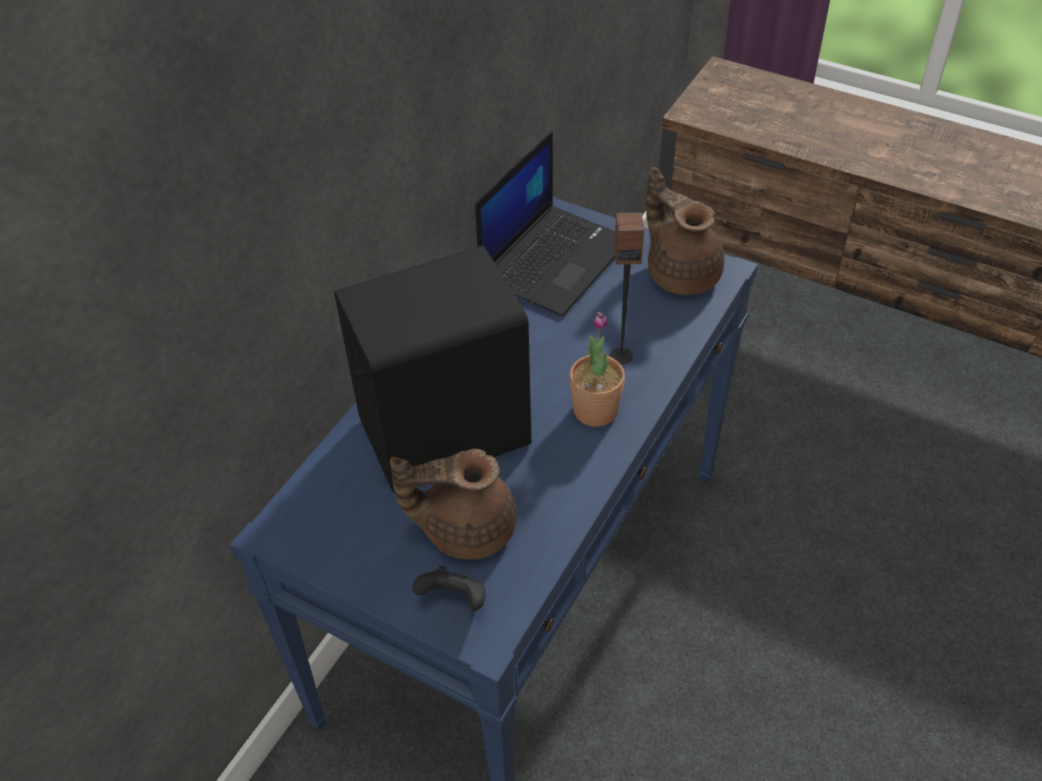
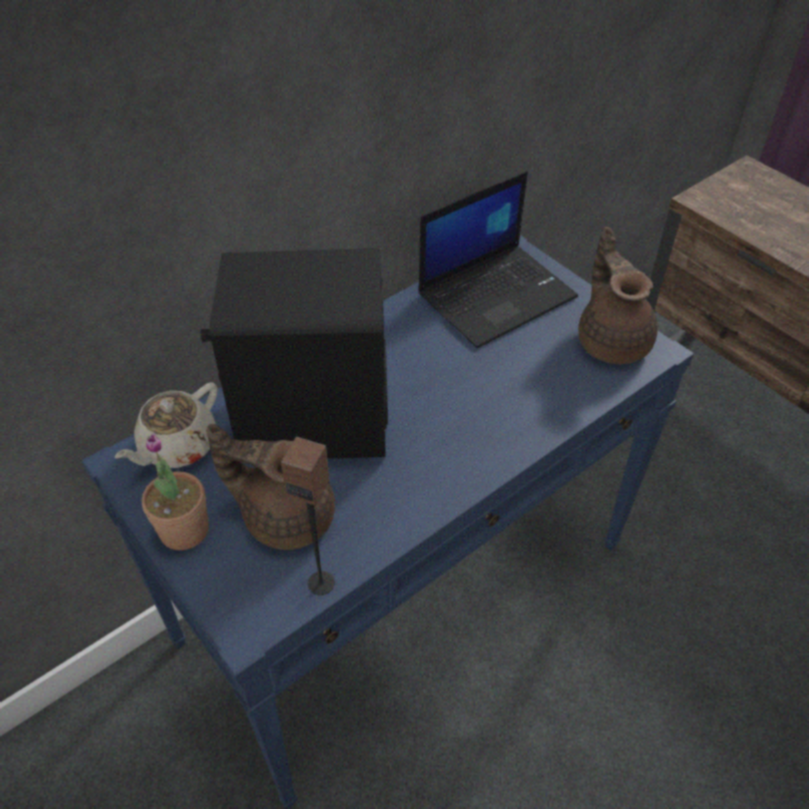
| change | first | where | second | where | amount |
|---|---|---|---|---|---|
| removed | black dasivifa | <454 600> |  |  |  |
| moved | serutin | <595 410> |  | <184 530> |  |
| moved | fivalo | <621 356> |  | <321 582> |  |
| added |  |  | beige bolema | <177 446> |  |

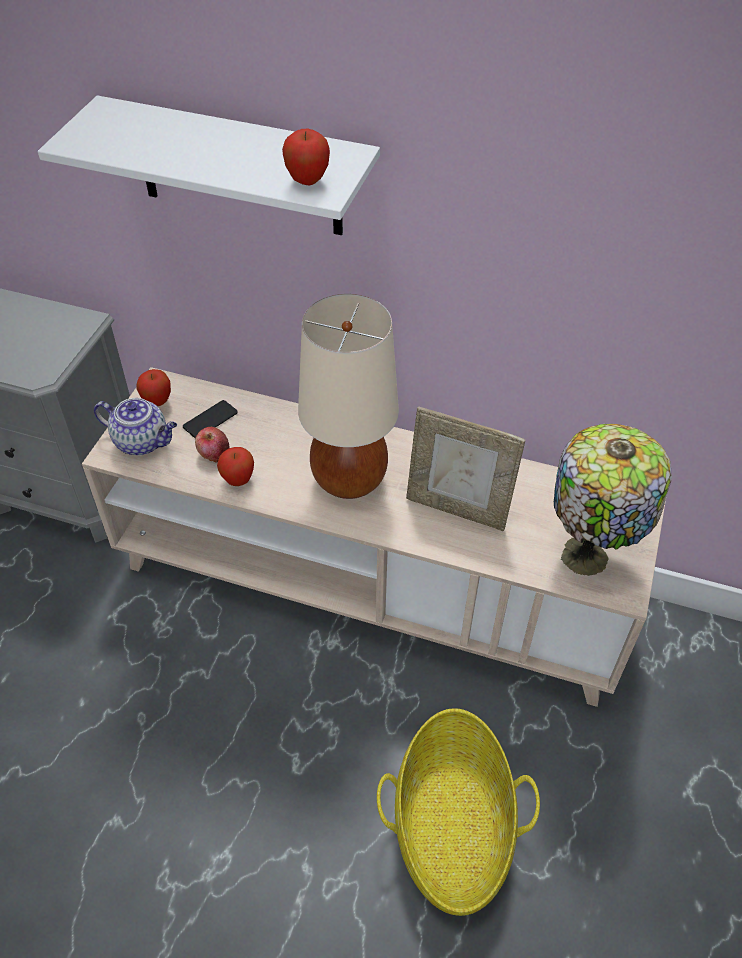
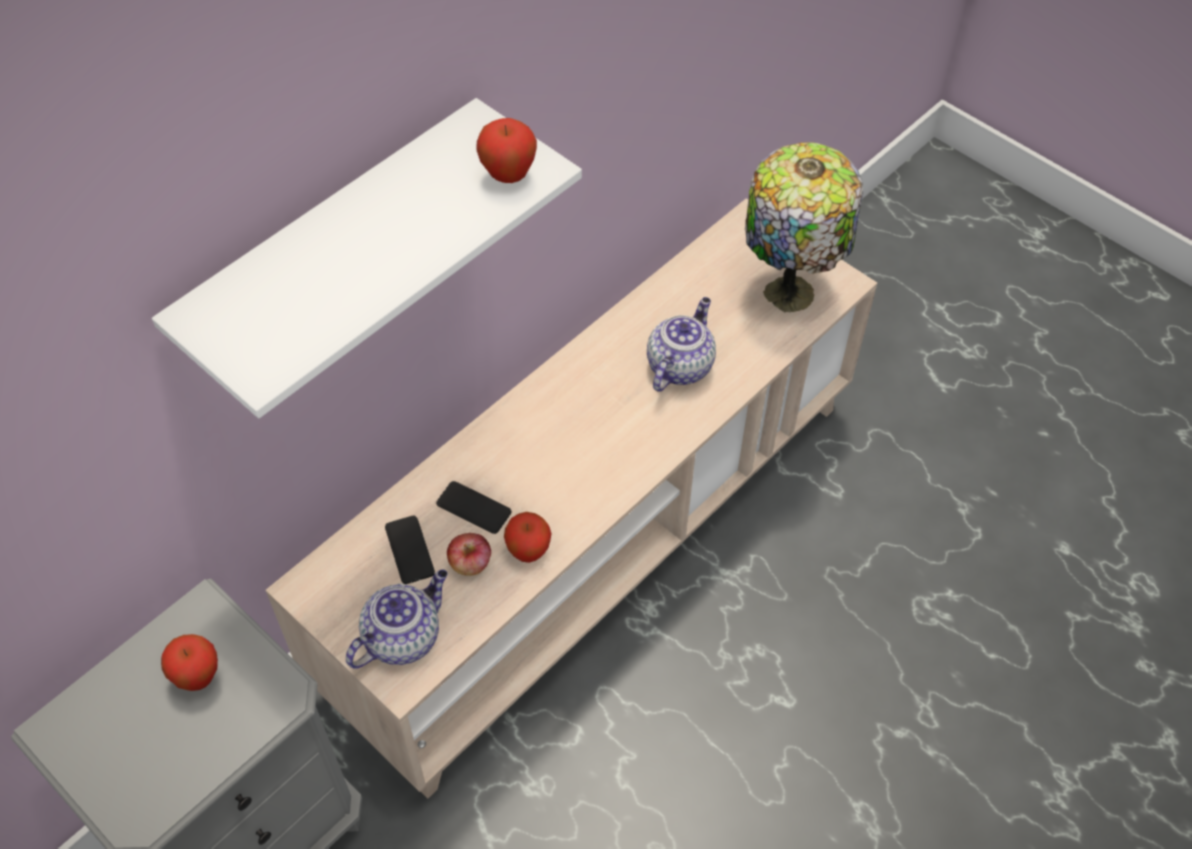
| change | first | where | second | where | amount |
|---|---|---|---|---|---|
| moved | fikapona | <157 402> |  | <198 677> |  |
| removed | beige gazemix | <348 480> |  |  |  |
| removed | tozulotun | <452 826> |  |  |  |
| replaced | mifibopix | <457 508> | bolema | <679 365> |  |
| added |  |  | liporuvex | <473 508> |  |

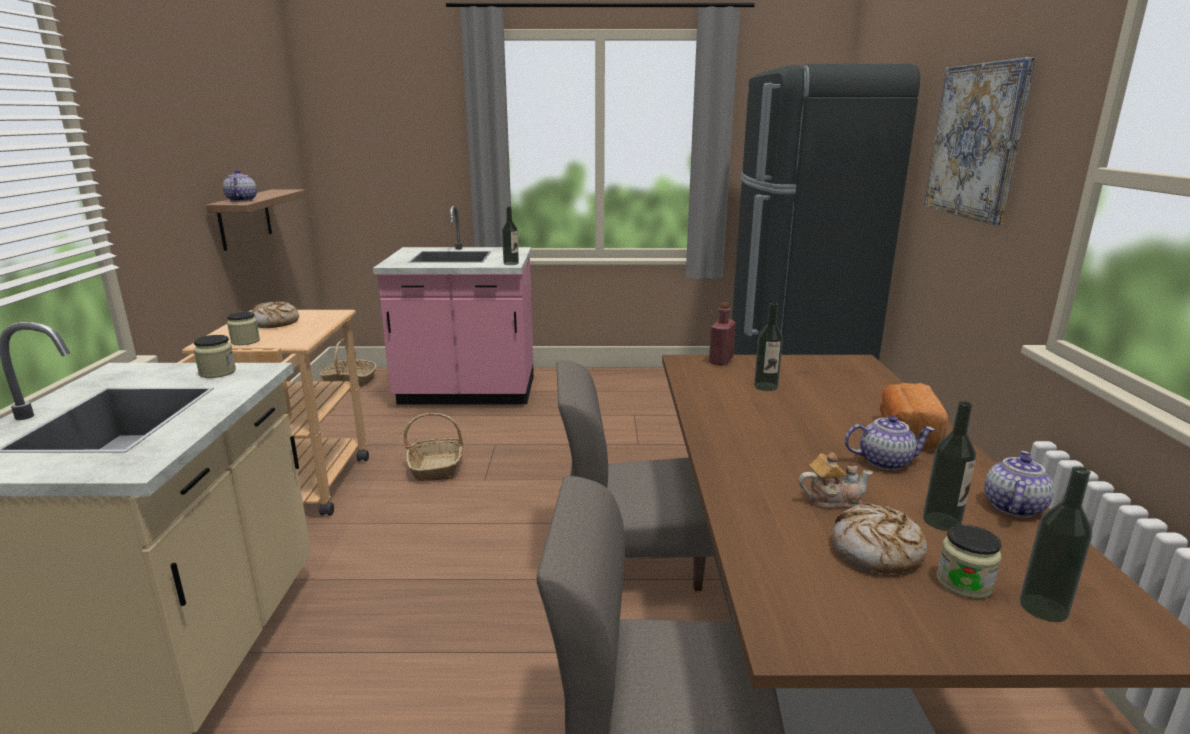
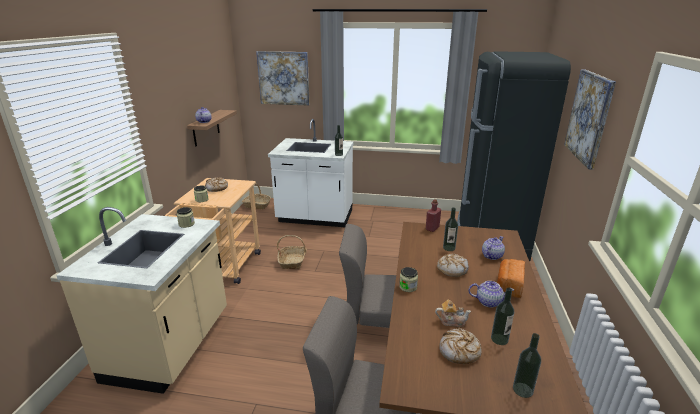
| change | first | where | second | where | amount |
|---|---|---|---|---|---|
| recoloured | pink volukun | <467 392> | white volukun | <315 217> |  |
| moved | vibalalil | <964 583> |  | <408 287> |  |
| moved | bolema | <1012 506> |  | <491 256> |  |
| added |  |  | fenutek | <283 78> |  |
| added |  |  | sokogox | <452 269> |  |

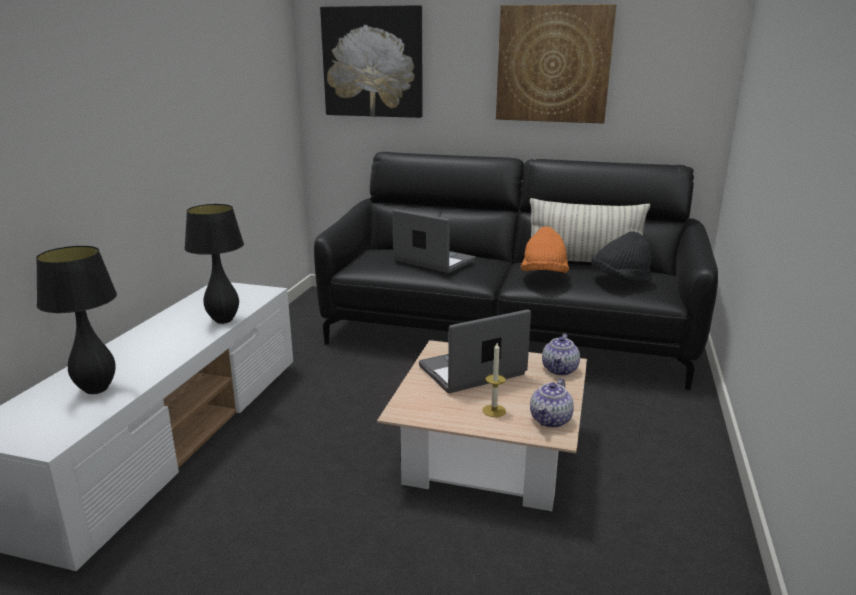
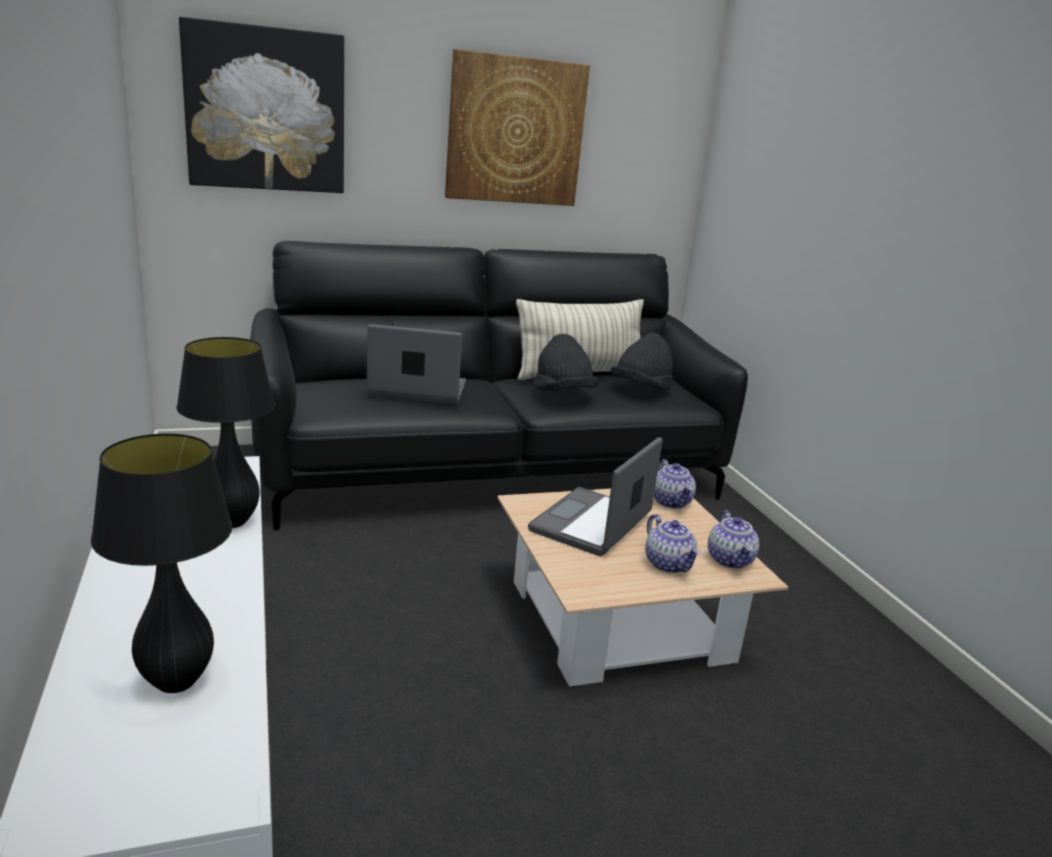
| change | first | where | second | where | amount |
|---|---|---|---|---|---|
| replaced | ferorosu | <494 411> | bolema | <669 564> |  |
| recoloured | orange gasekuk | <543 276> | black gasekuk | <563 394> |  |

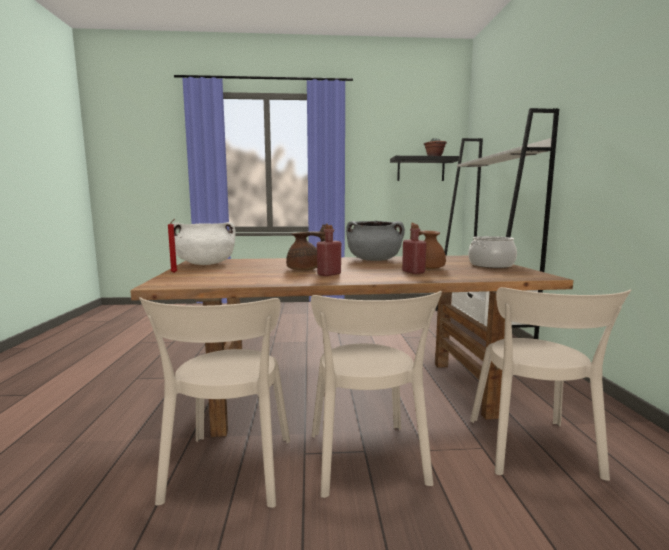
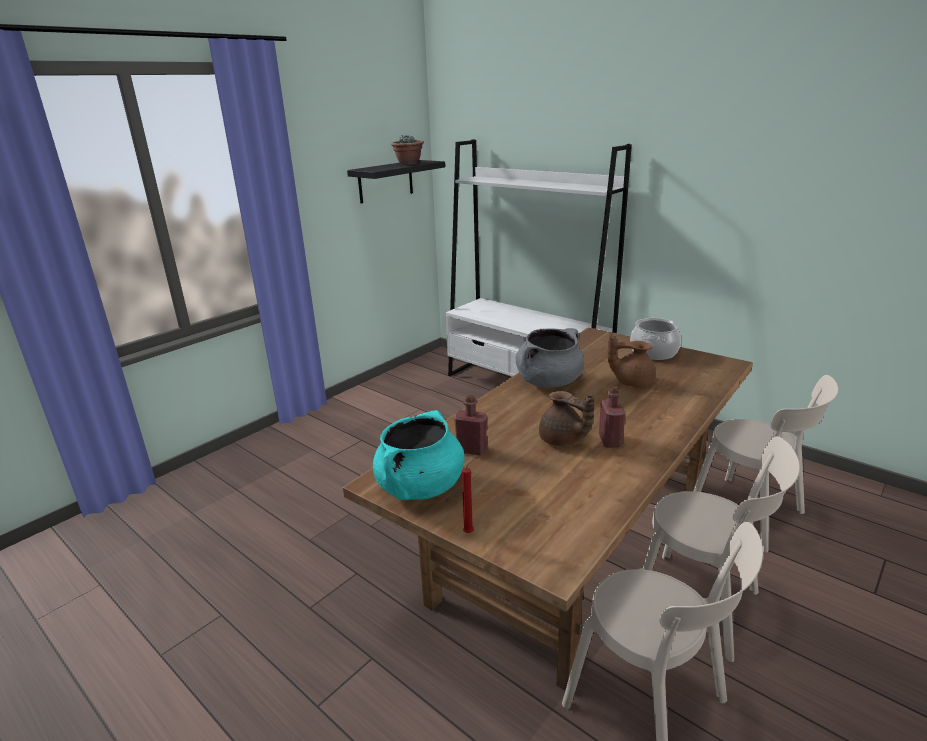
| change | first | where | second | where | amount |
|---|---|---|---|---|---|
| recoloured | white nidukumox | <205 264> | turquoise nidukumox | <420 487> |  |
| turned | brown bolema | <306 269> |  | <563 441> | 105 degrees clockwise |
| moved | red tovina | <413 272> |  | <471 450> |  |

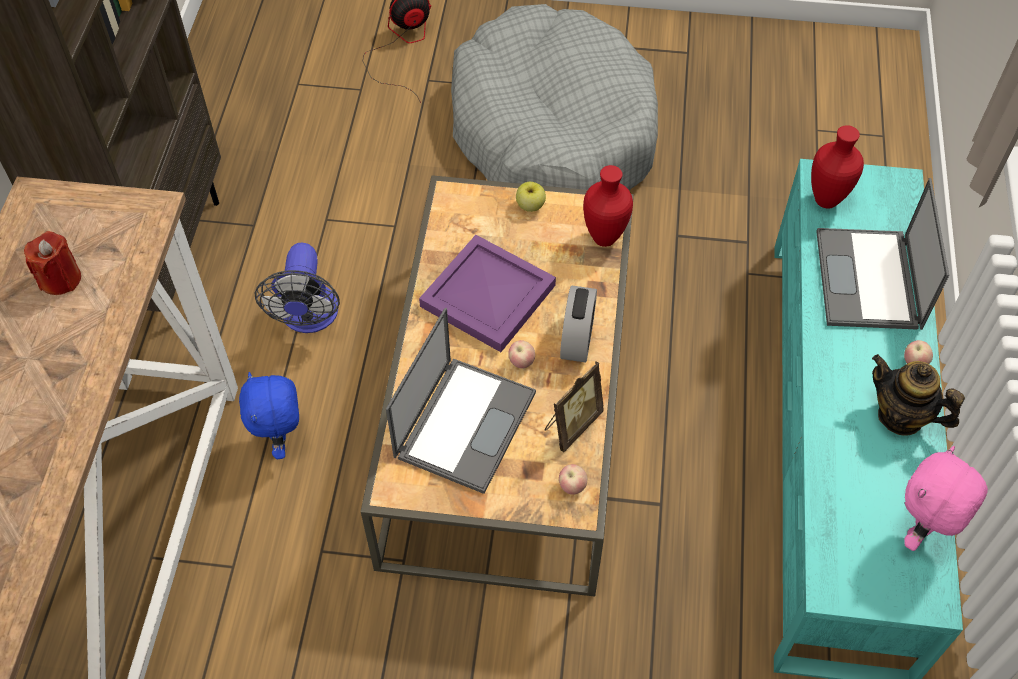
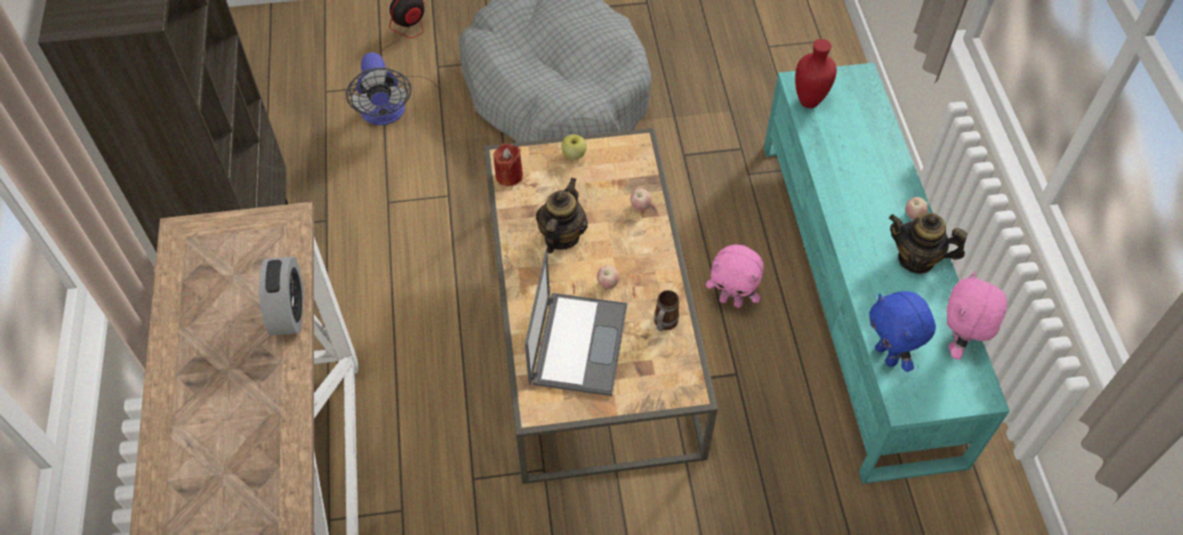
| change | first | where | second | where | amount |
|---|---|---|---|---|---|
| moved | red ferorosu | <60 279> |  | <509 175> |  |
| moved | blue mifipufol | <281 440> |  | <887 355> |  |
| moved | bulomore | <309 318> |  | <384 114> |  |
| replaced | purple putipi | <485 296> | bolema | <561 236> |  |
| replaced | mifibopix | <571 424> | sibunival | <664 324> |  |
| moved | fikapona | <572 486> |  | <640 206> |  |
| moved | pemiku | <577 340> |  | <289 311> |  |
| removed | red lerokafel | <605 239> |  |  |  |
| removed | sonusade | <869 281> |  |  |  |
| added |  |  | pink mifipufol | <731 301> |  |

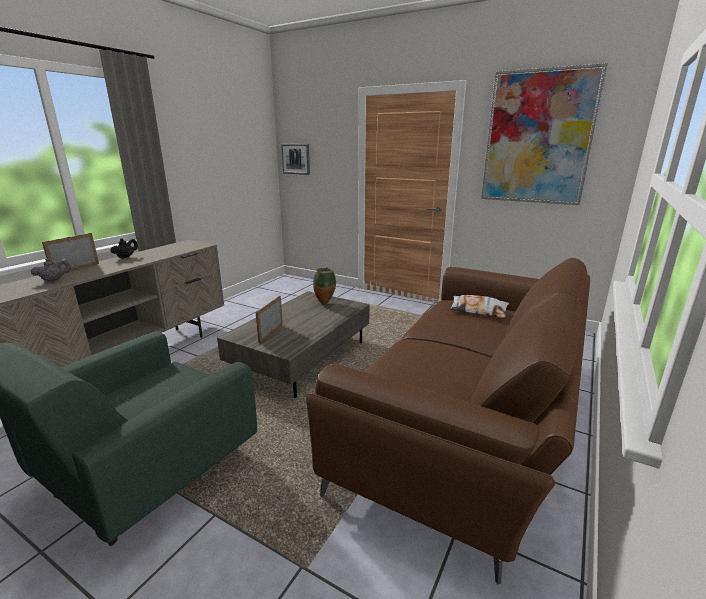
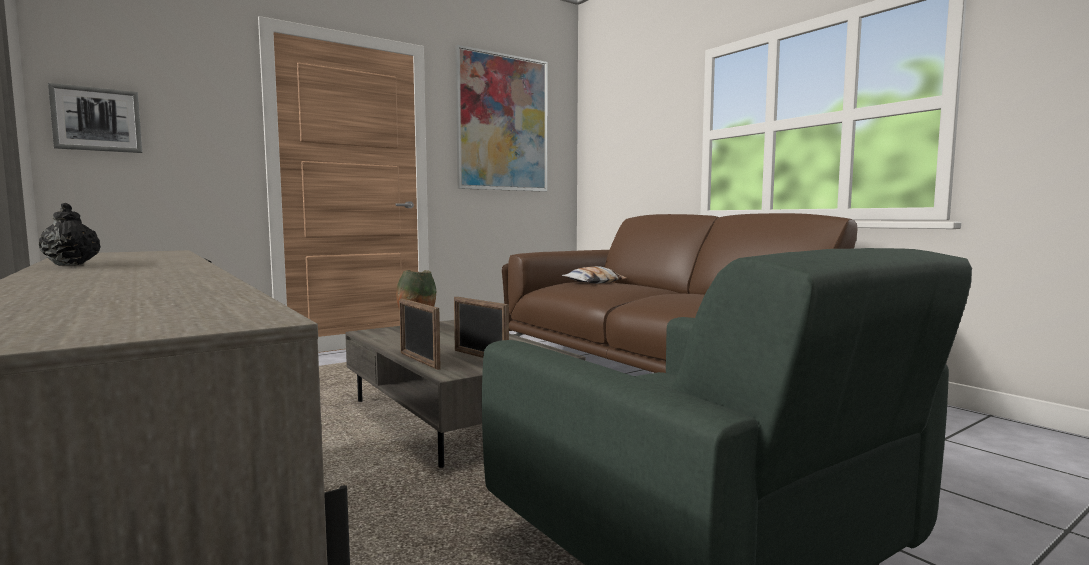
| change | first | where | second | where | amount |
|---|---|---|---|---|---|
| removed | grey bolema | <54 280> |  |  |  |
| moved | mifibopix | <76 269> |  | <419 361> |  |

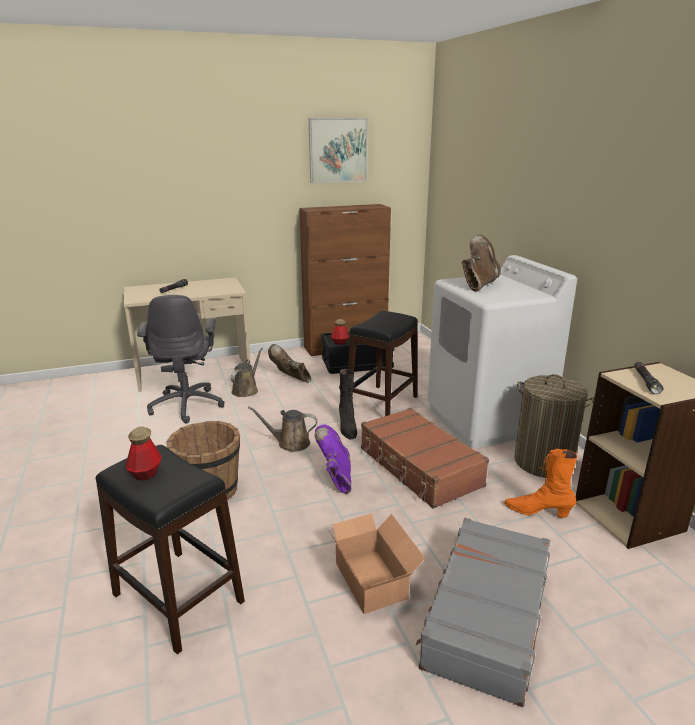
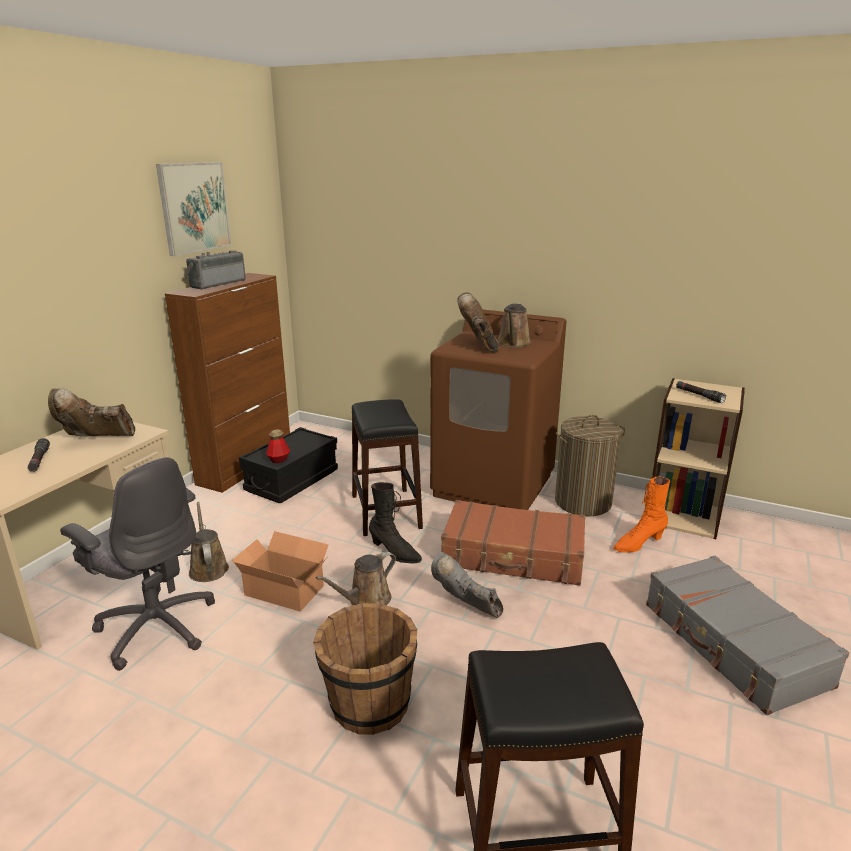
| change | first | where | second | where | amount |
|---|---|---|---|---|---|
| removed | tovina | <145 473> |  |  |  |
| moved | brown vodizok | <290 379> |  | <97 440> |  |
| recoloured | purple vodizok | <336 477> | grey vodizok | <466 607> |  |
| moved | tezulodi | <372 578> |  | <284 588> |  |
| recoloured | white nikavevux | <487 420> | brown nikavevux | <494 485> |  |
| added |  |  | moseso | <216 283> |  |
| added |  |  | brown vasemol | <513 344> |  |

